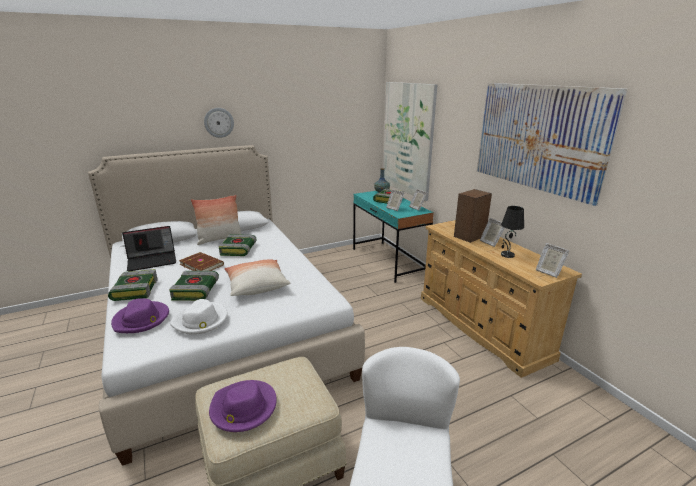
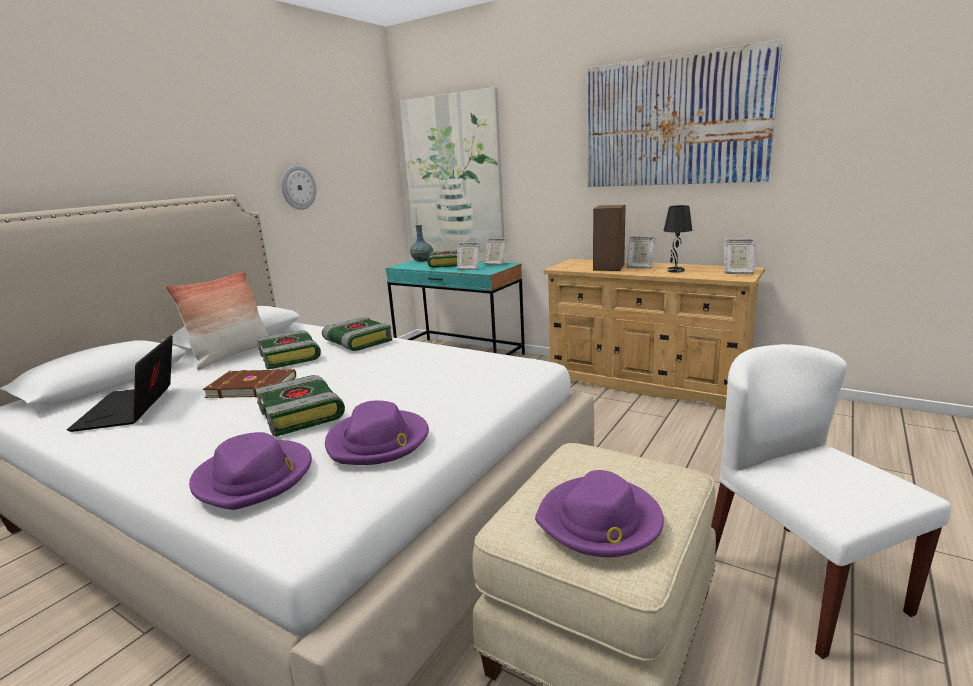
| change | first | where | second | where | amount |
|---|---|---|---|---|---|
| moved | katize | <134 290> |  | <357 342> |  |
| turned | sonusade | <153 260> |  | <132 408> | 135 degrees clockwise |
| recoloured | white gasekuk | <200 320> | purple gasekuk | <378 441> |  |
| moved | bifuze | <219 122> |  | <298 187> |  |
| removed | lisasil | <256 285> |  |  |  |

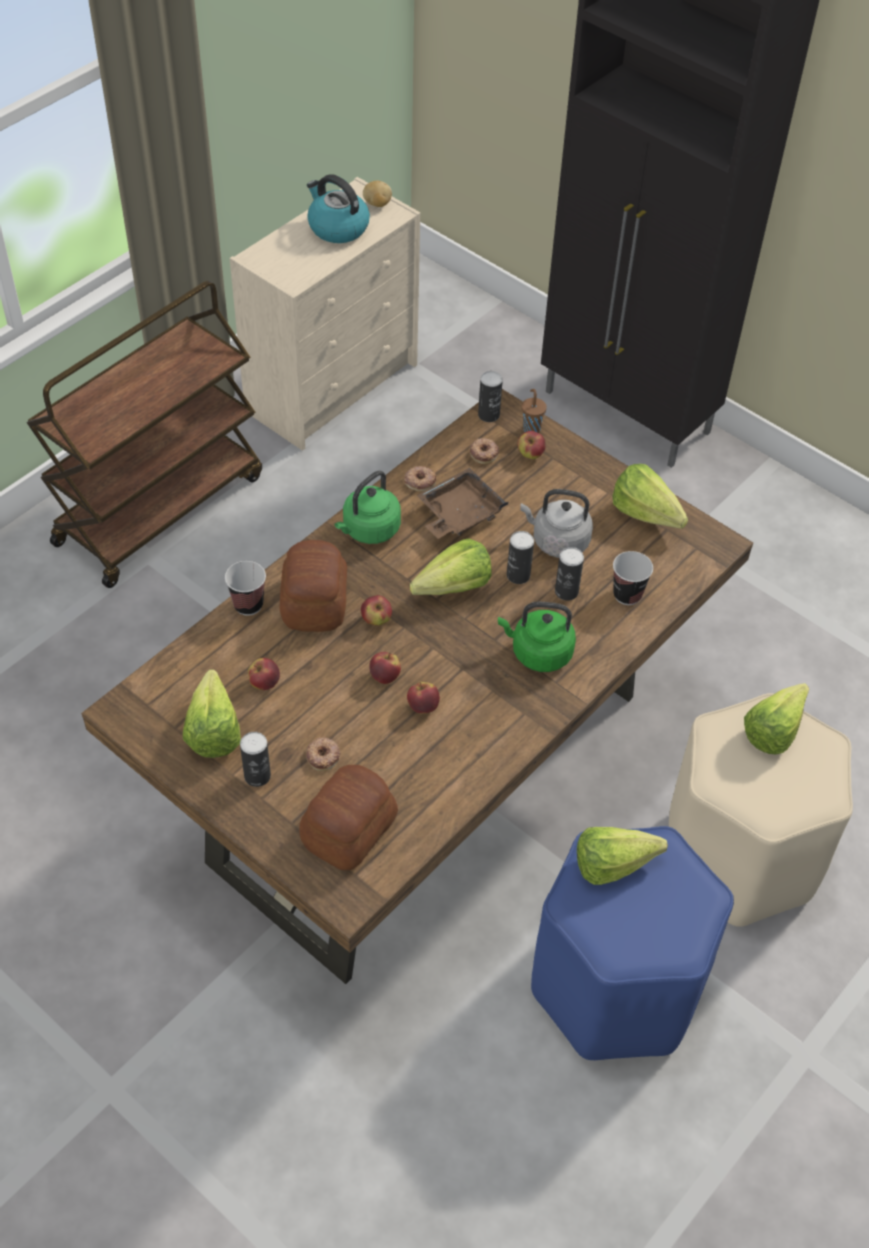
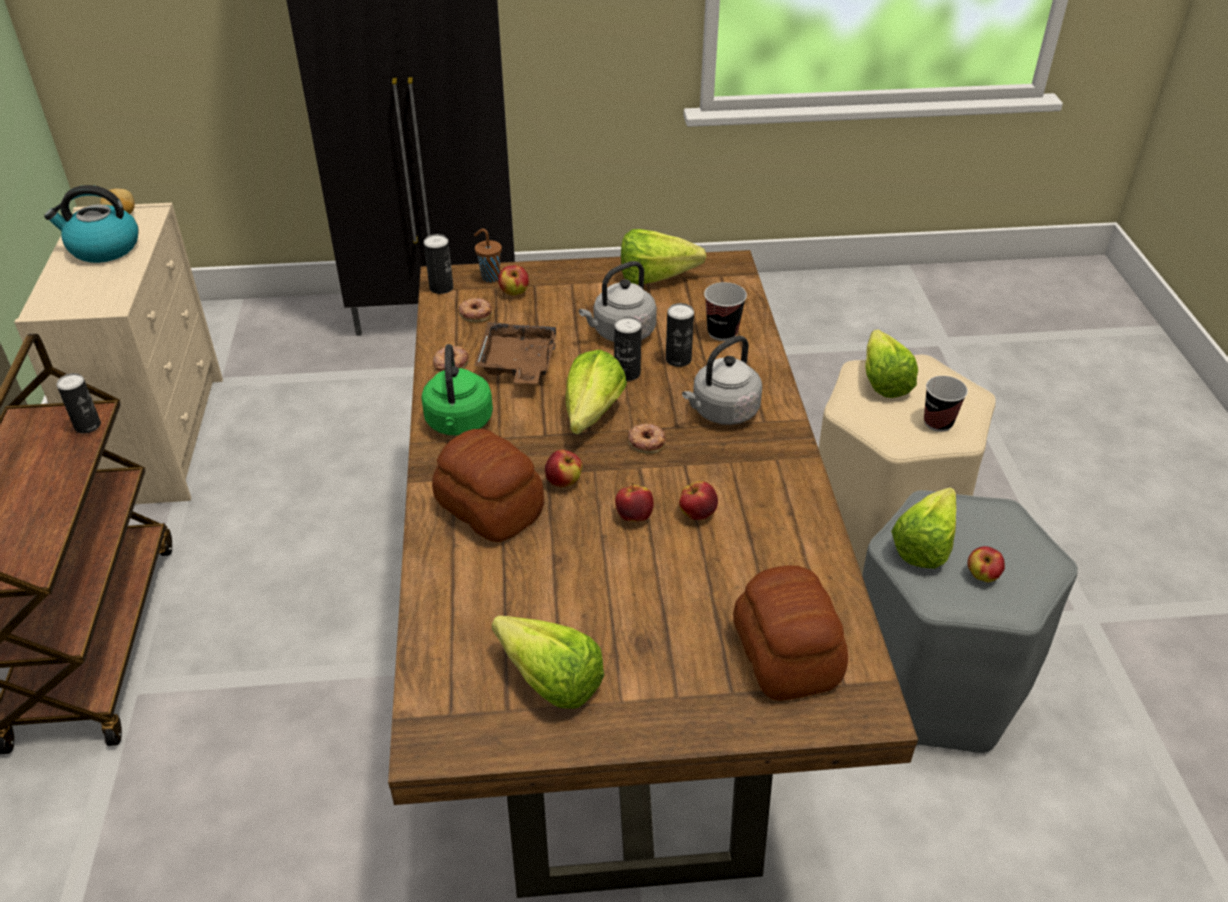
| change | first | where | second | where | amount |
|---|---|---|---|---|---|
| moved | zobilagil | <248 605> |  | <938 423> |  |
| moved | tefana | <257 776> |  | <87 426> |  |
| moved | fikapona | <264 683> |  | <982 576> |  |
| moved | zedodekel | <323 756> |  | <647 442> |  |
| recoloured | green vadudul | <538 653> | grey vadudul | <722 412> |  |
| recoloured | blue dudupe | <616 987> | grey dudupe | <934 684> |  |

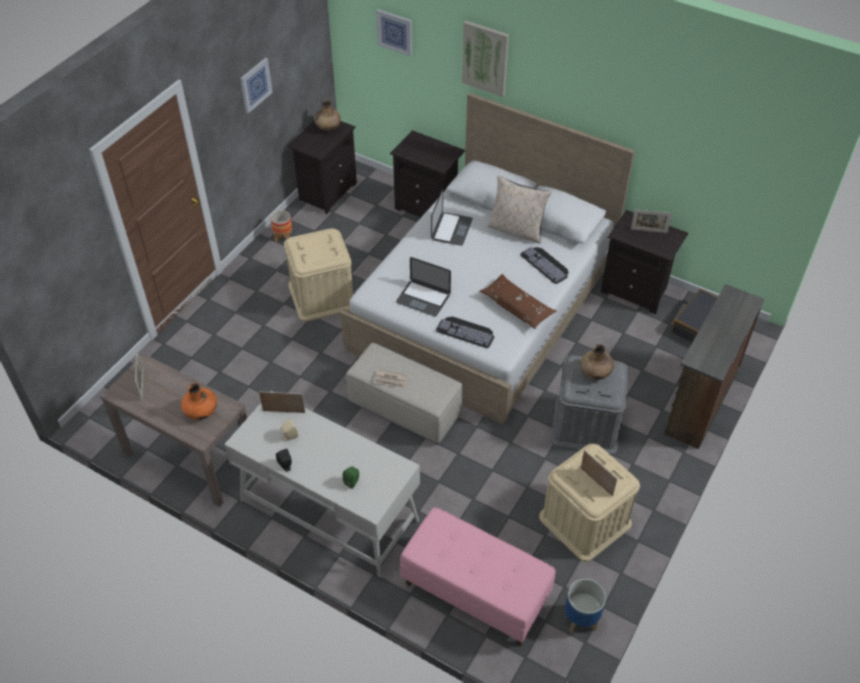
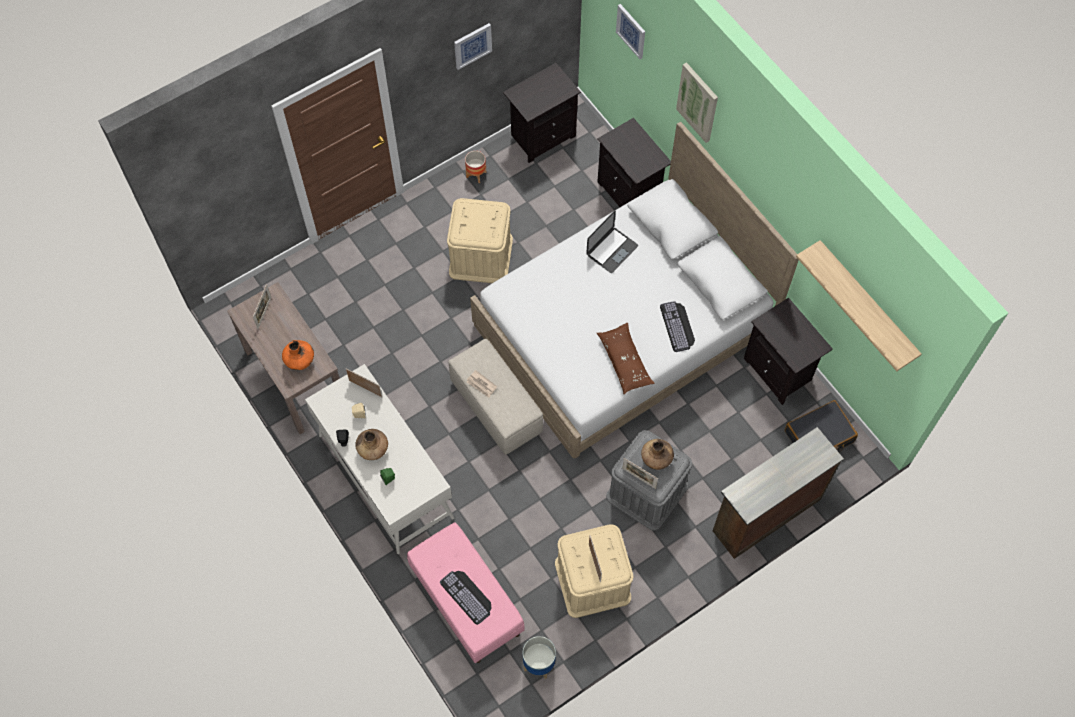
| change | first | where | second | where | amount |
|---|---|---|---|---|---|
| moved | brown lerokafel | <328 127> |  | <373 449> |  |
| removed | sonusade | <423 298> |  |  |  |
| moved | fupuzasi | <466 331> |  | <468 595> |  |
| removed | beige lisasil | <516 230> |  |  |  |
| moved | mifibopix | <649 231> |  | <639 478> |  |
| added |  |  | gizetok | <866 303> |  |

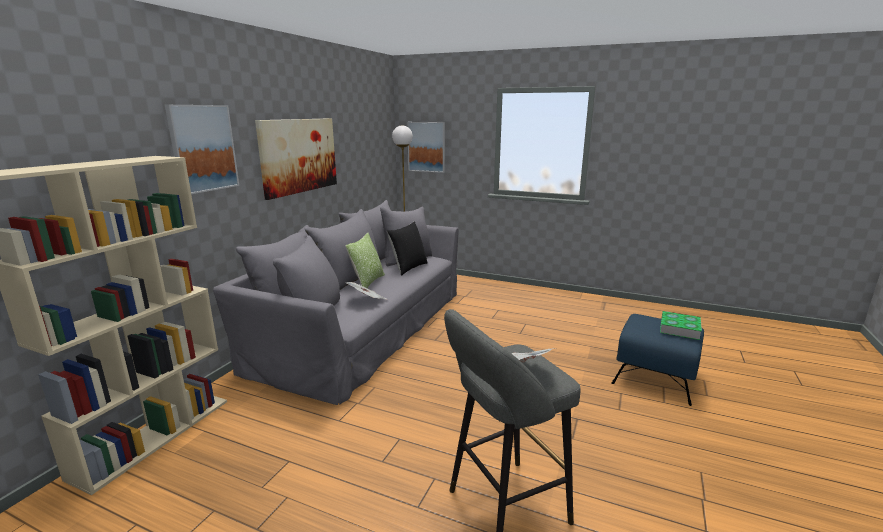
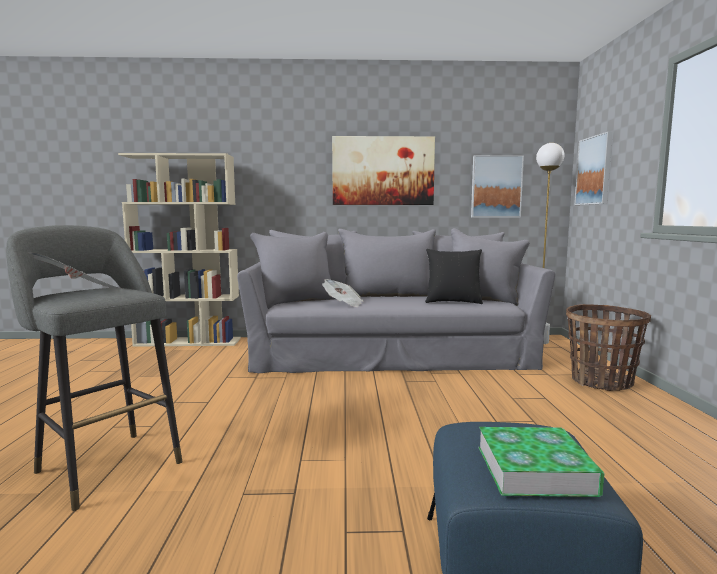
| change | first | where | second | where | amount |
|---|---|---|---|---|---|
| moved | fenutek | <203 148> |  | <496 186> |  |
| removed | lisasil | <367 282> |  |  |  |
| added |  |  | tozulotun | <601 382> |  |

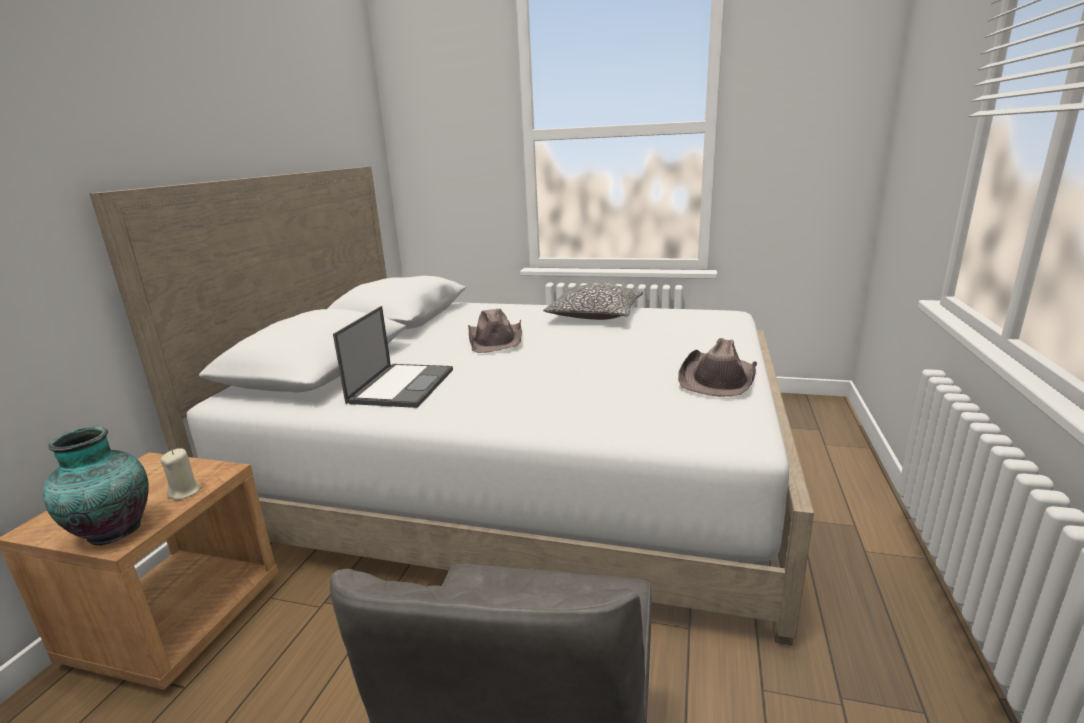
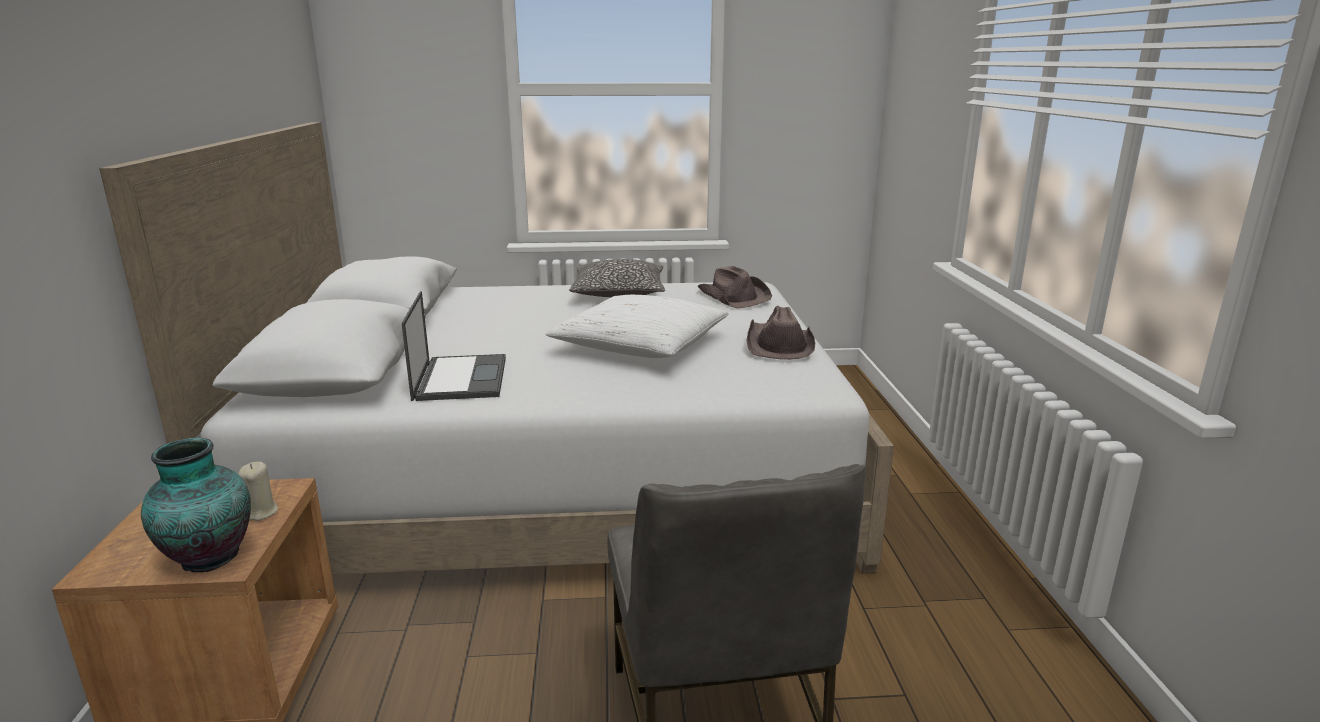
| change | first | where | second | where | amount |
|---|---|---|---|---|---|
| moved | brown gasekuk | <496 339> |  | <734 296> |  |
| added |  |  | white lisasil | <640 346> |  |

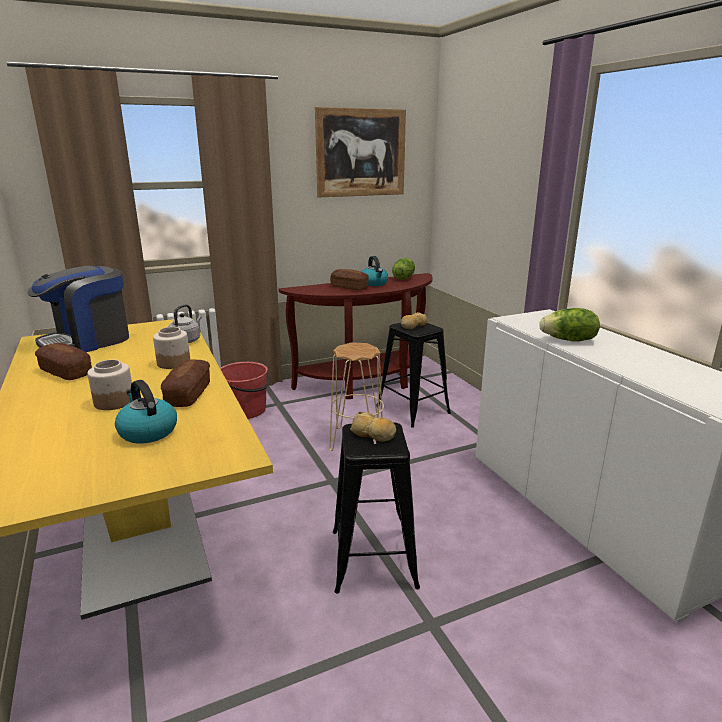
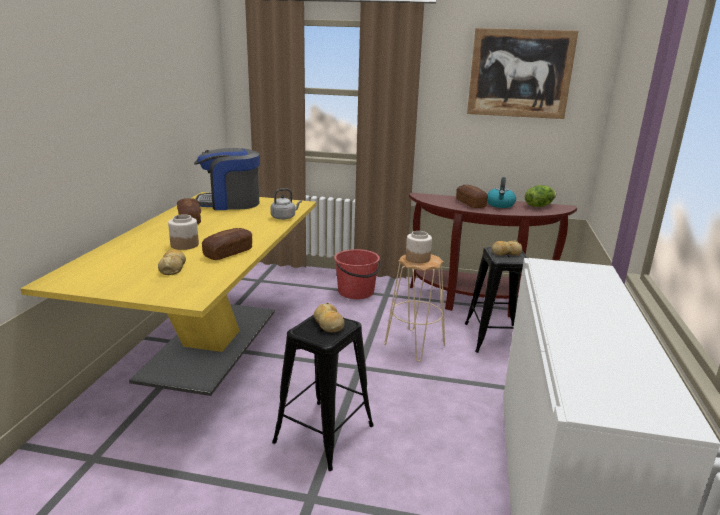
| change | first | where | second | where | amount |
|---|---|---|---|---|---|
| replaced | vadudul | <147 431> | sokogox | <173 268> |  |
| moved | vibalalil | <174 363> |  | <418 258> |  |
| removed | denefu | <569 340> |  |  |  |

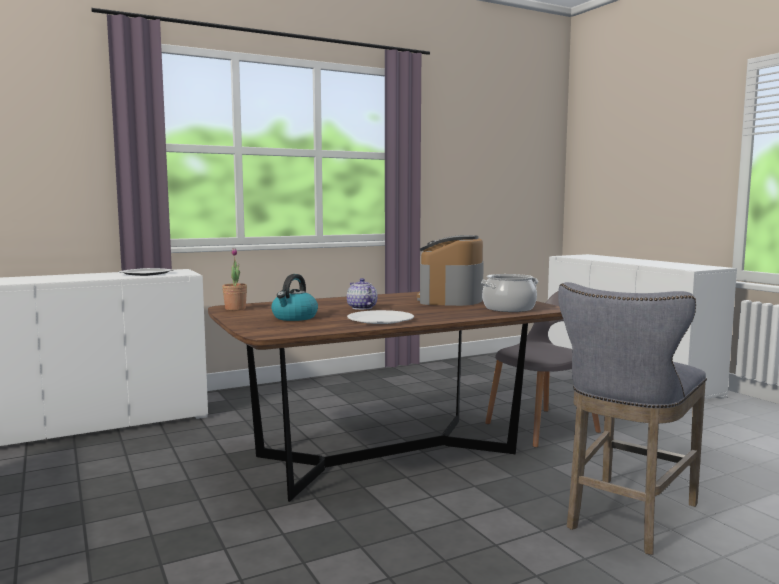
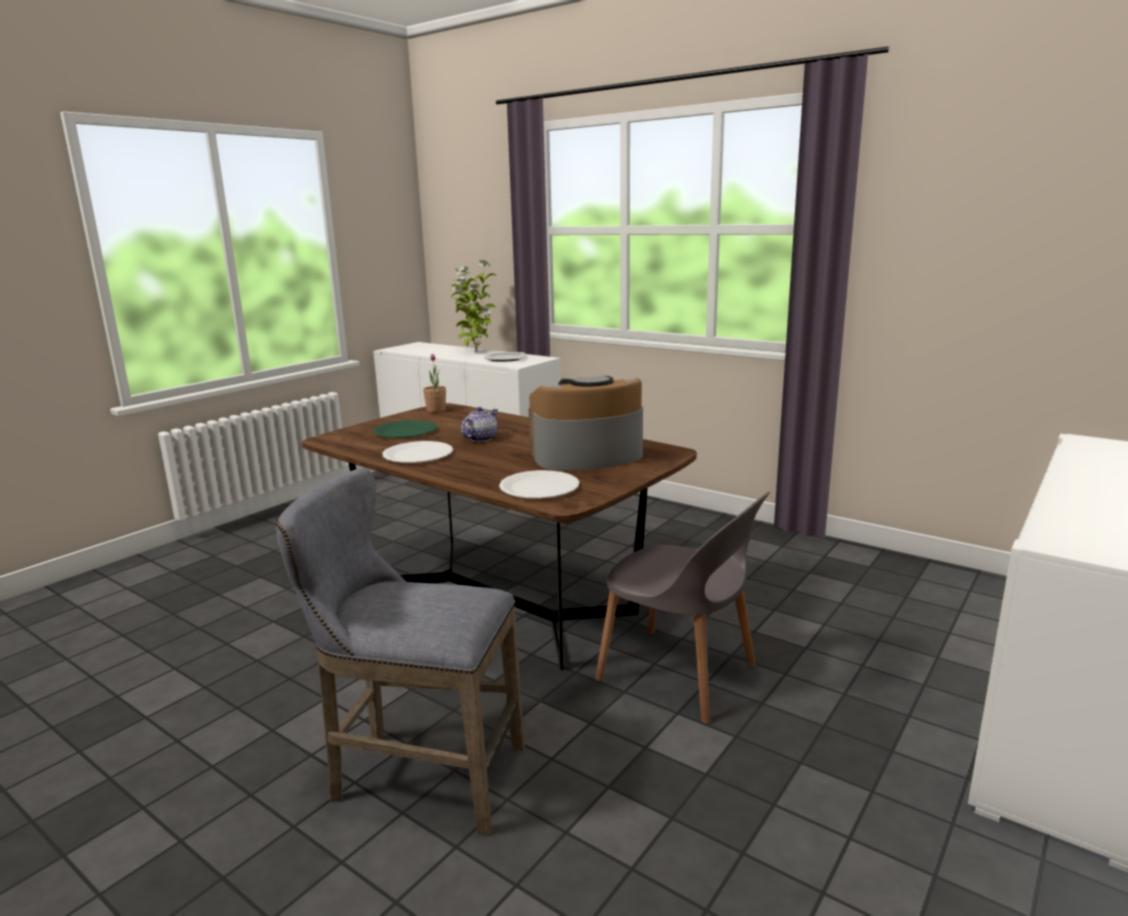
| change | first | where | second | where | amount |
|---|---|---|---|---|---|
| replaced | vadudul | <294 317> | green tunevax | <405 431> |  |
| replaced | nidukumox | <509 309> | white tunevax | <539 487> |  |
| added |  |  | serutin | <475 352> |  |

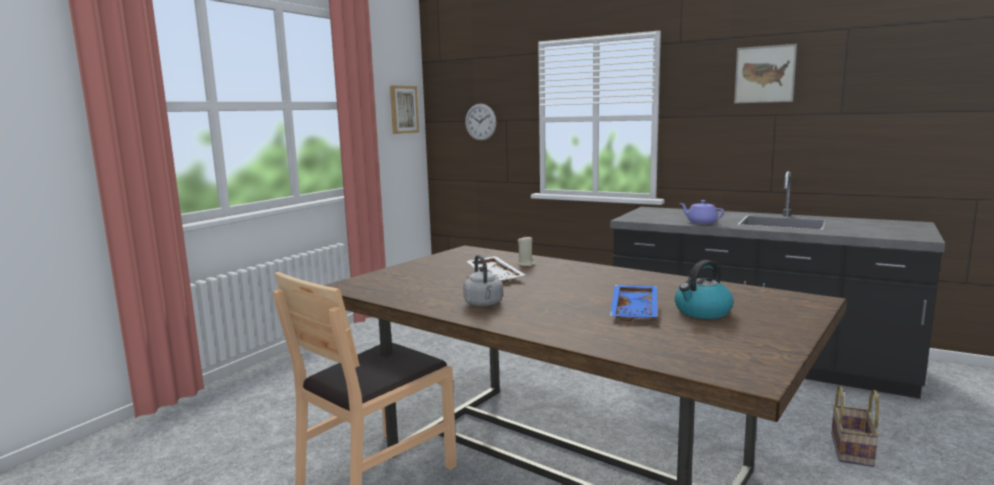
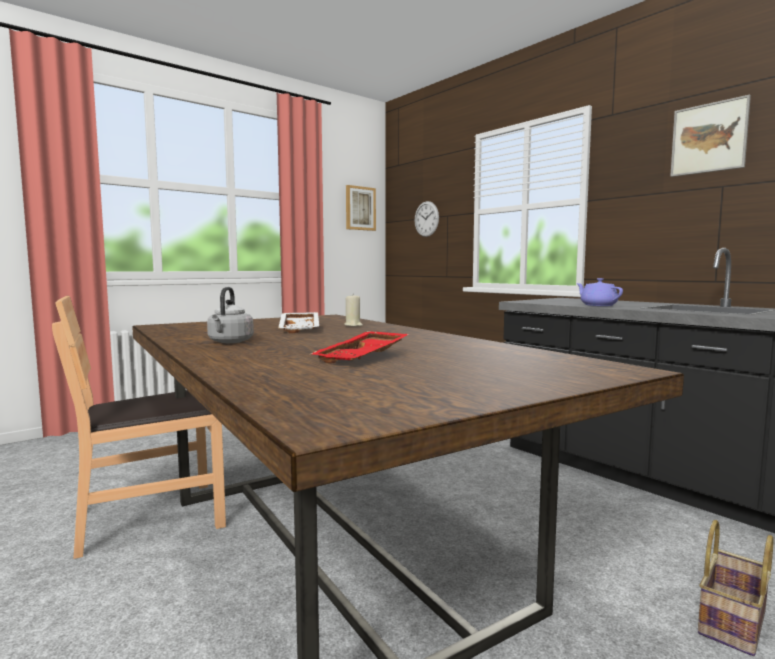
| change | first | where | second | where | amount |
|---|---|---|---|---|---|
| recoloured | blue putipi | <636 311> | red putipi | <363 358> |  |
| removed | vadudul | <702 312> |  |  |  |

